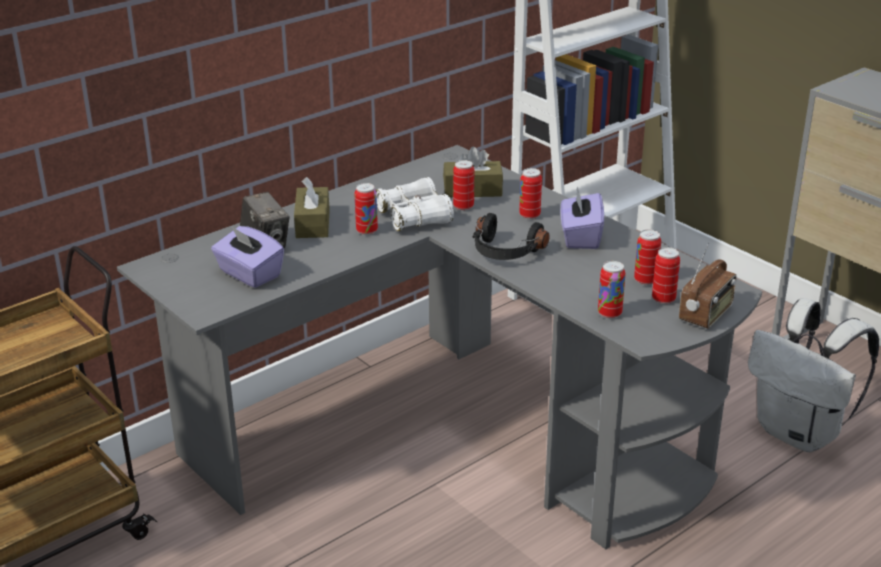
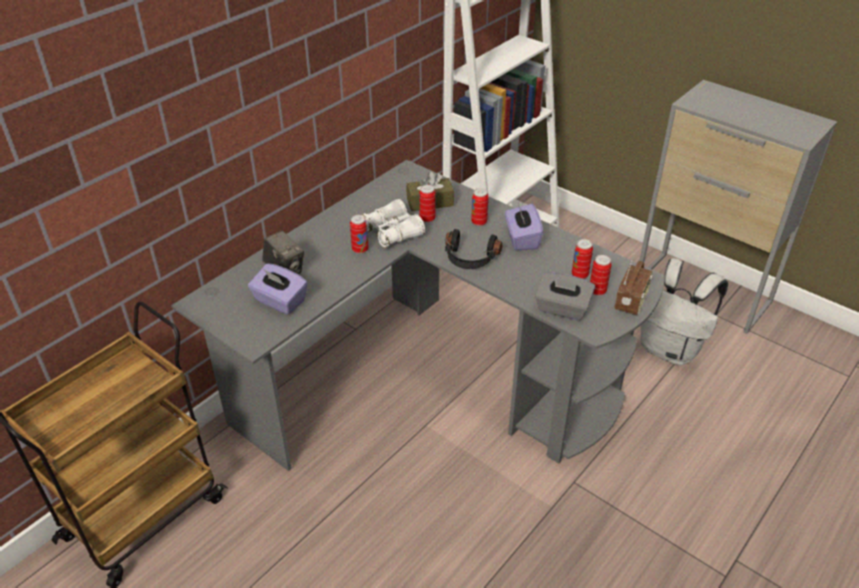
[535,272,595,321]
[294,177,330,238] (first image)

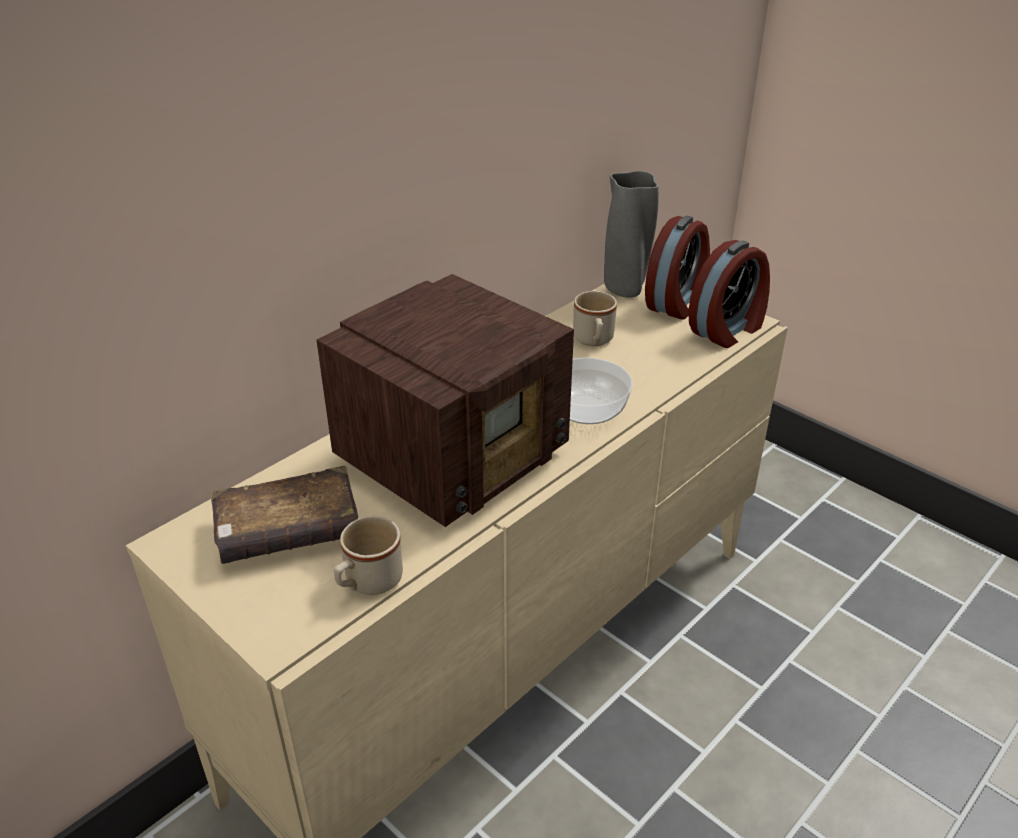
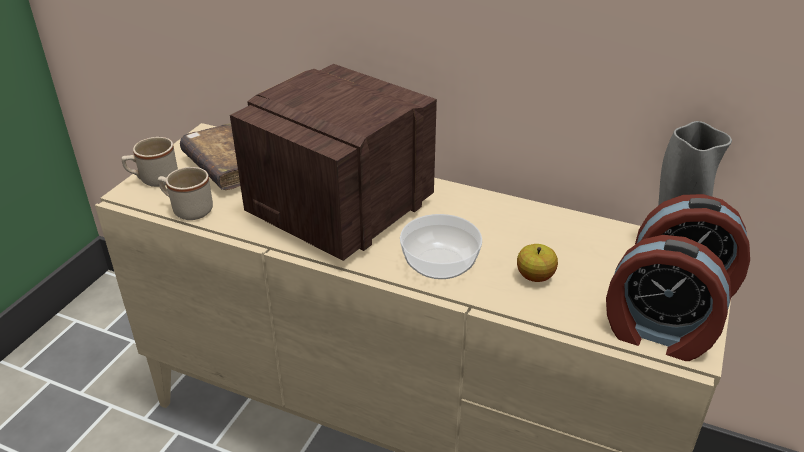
[121,137,178,187]
[230,64,437,261]
[517,244,558,282]

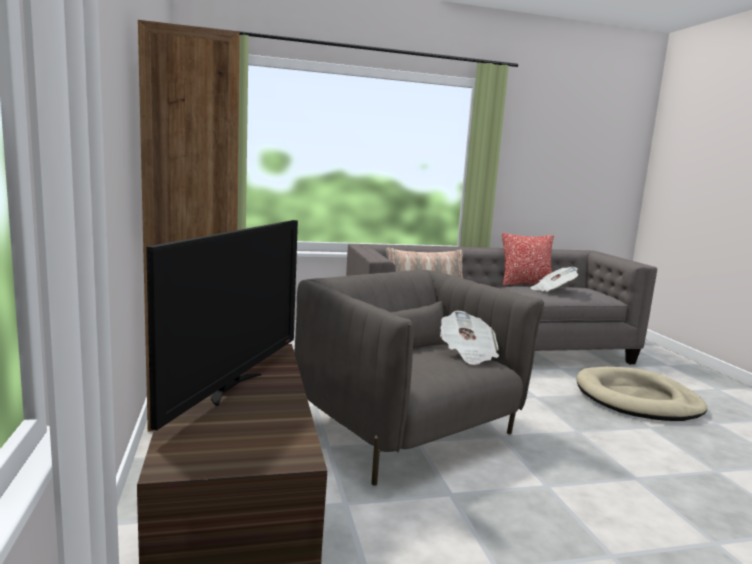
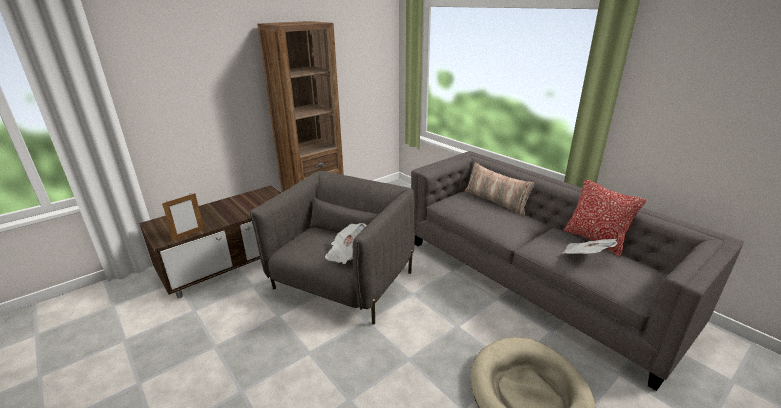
[162,193,204,241]
[146,220,298,430] (first image)

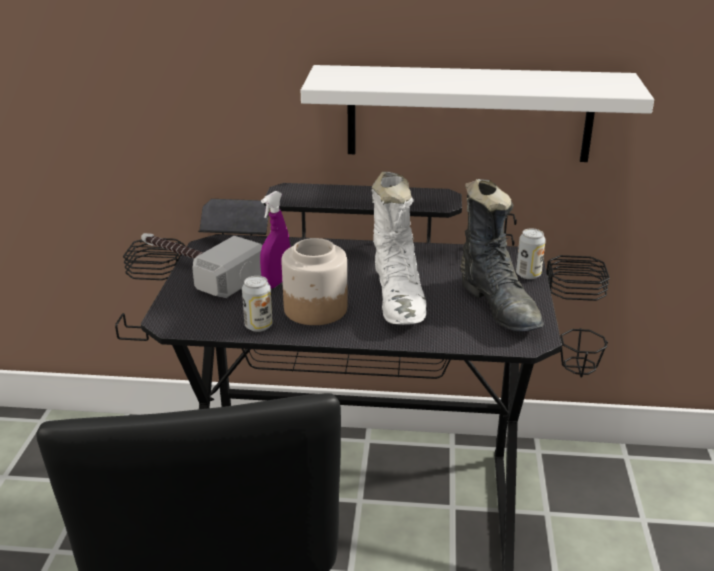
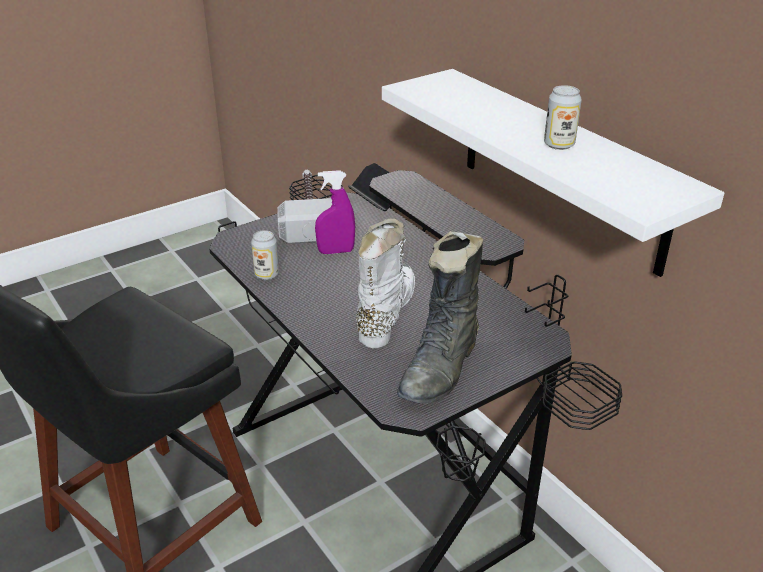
[356,219,415,348]
[544,85,582,150]
[282,238,347,325] (first image)

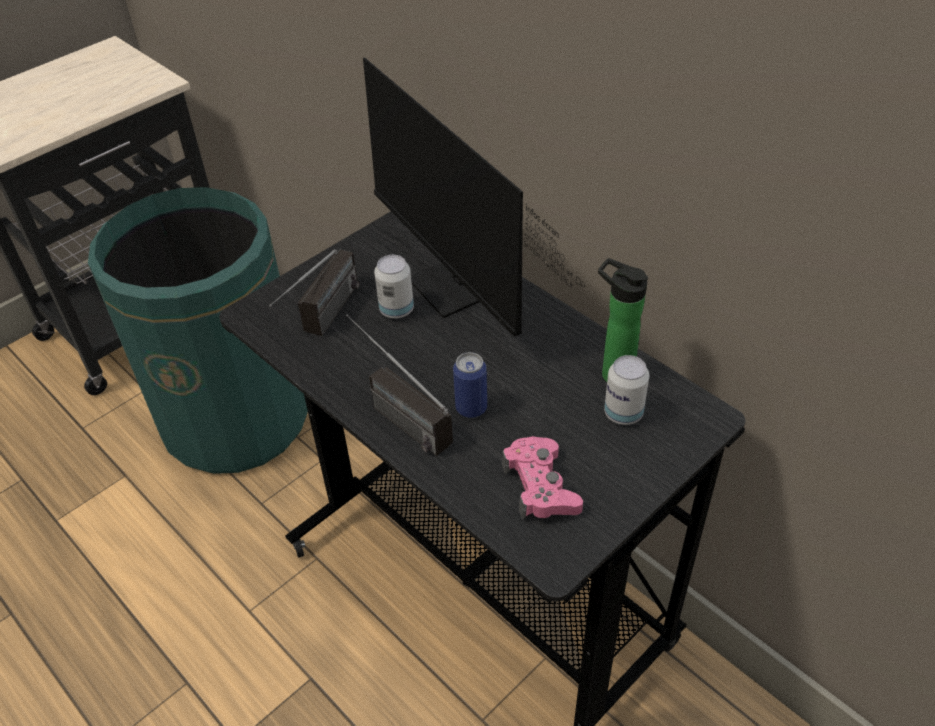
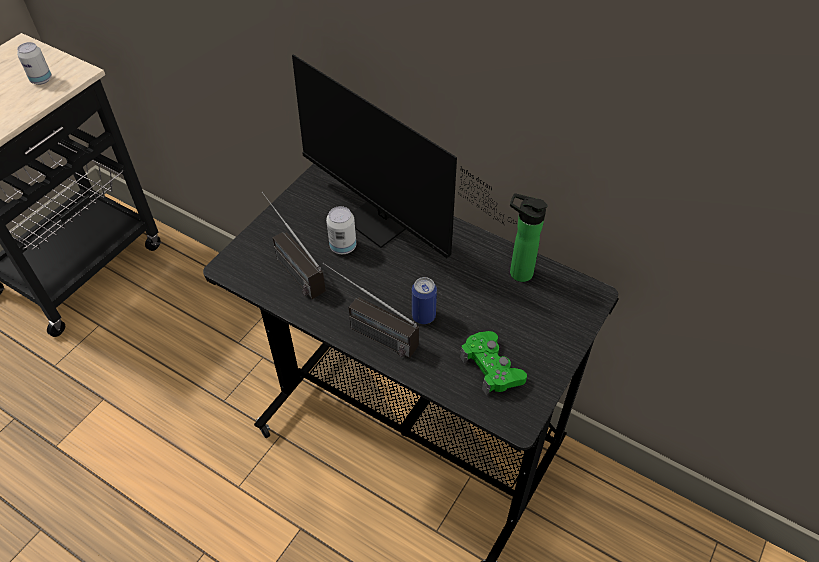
[17,42,52,85]
[261,192,326,299]
[460,331,527,395]
[88,187,308,474] (first image)

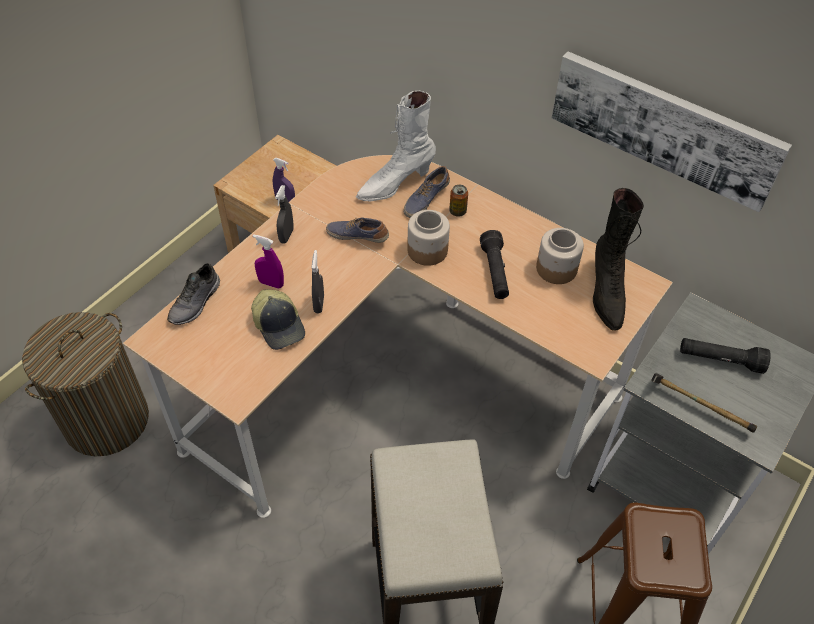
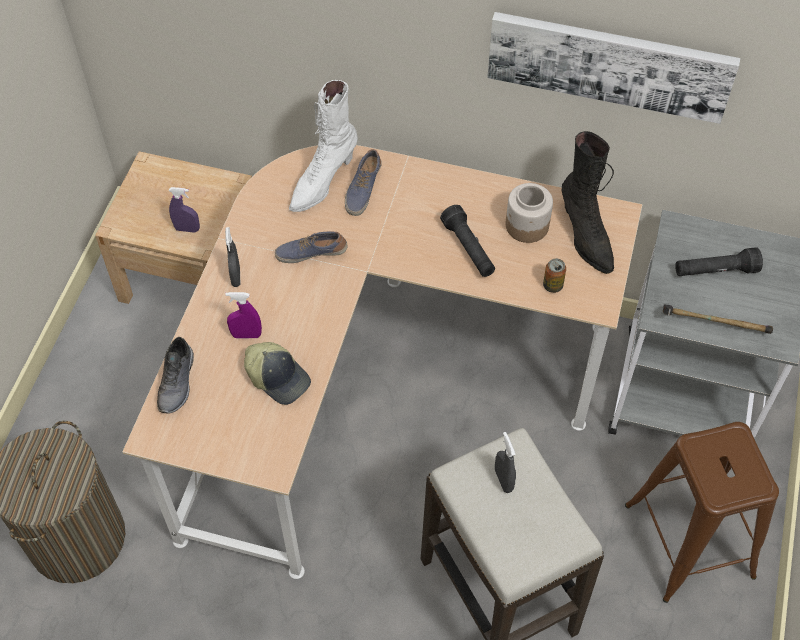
[495,432,516,493]
[543,258,566,293]
[407,210,450,266] (first image)

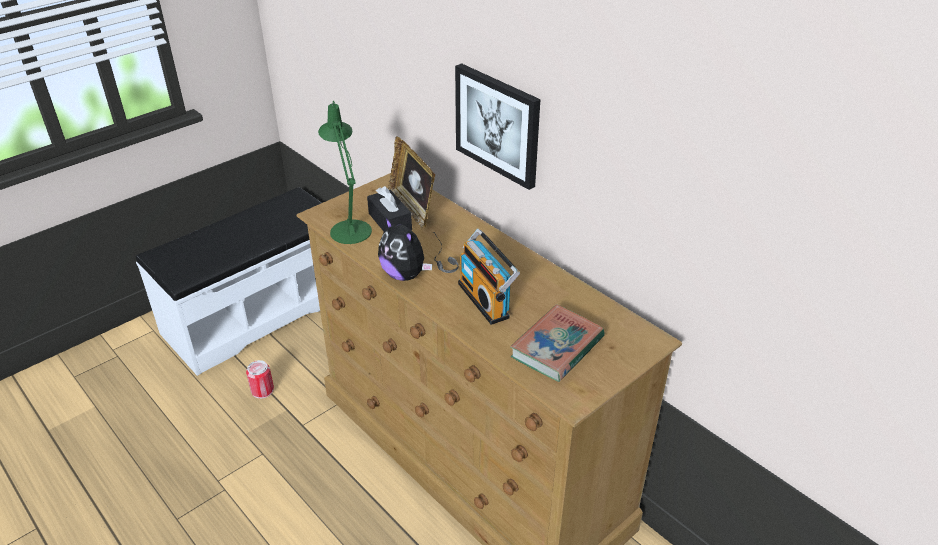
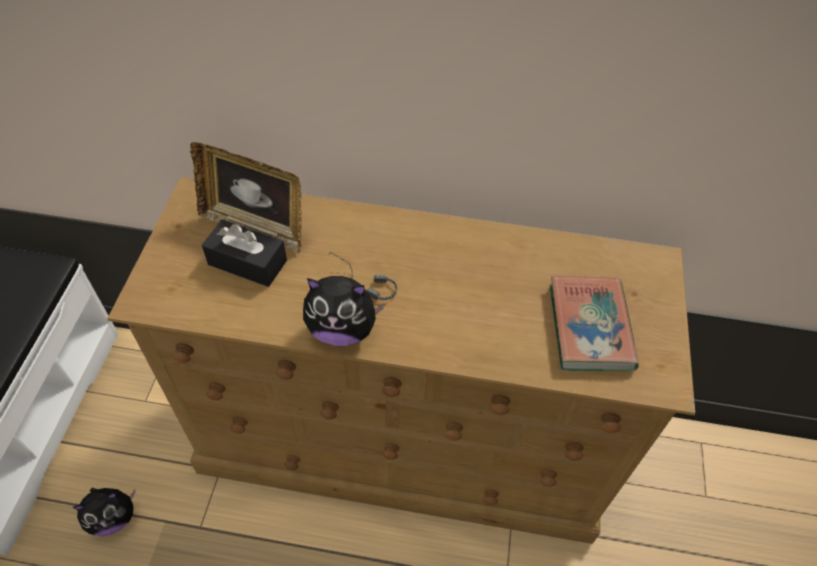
[73,487,136,536]
[318,101,372,244] (first image)
[455,63,540,190] (first image)
[458,229,520,325] (first image)

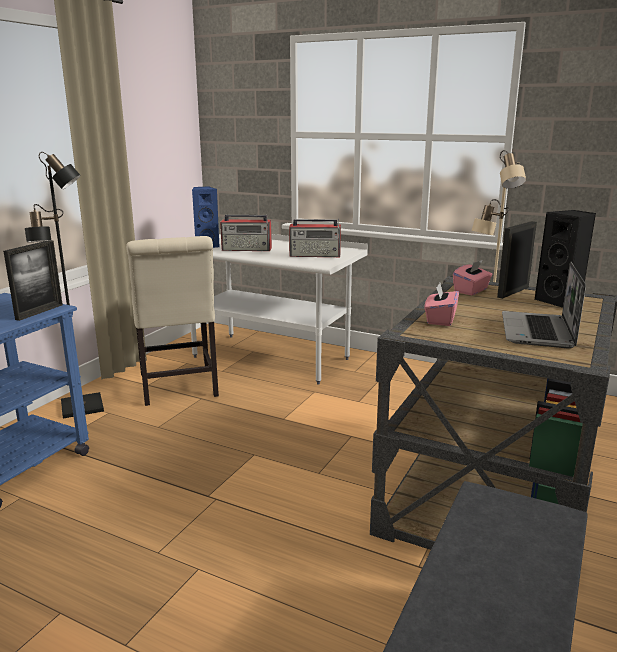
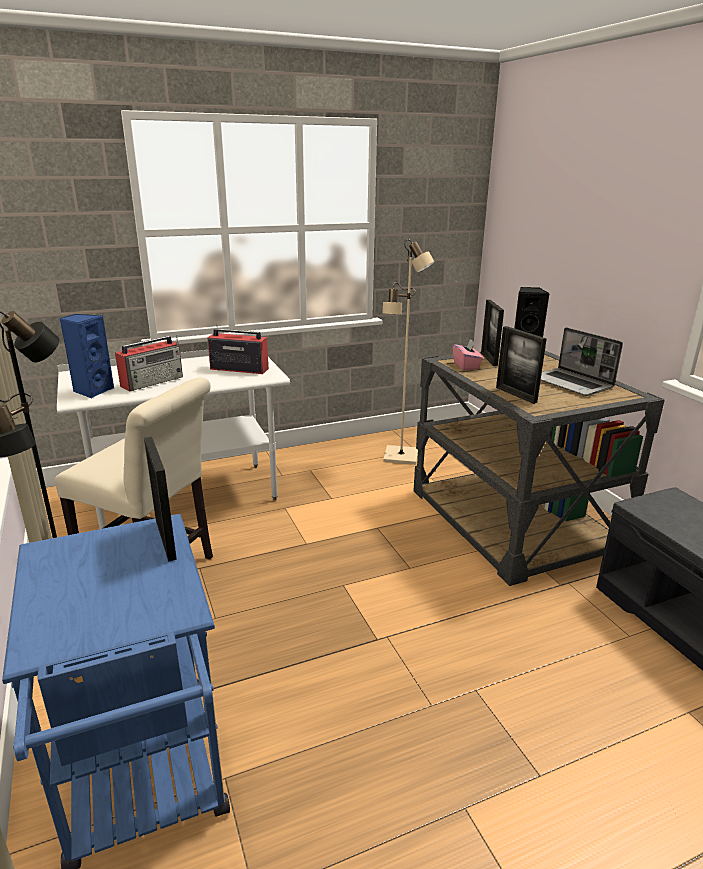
[207,324,269,374]
[496,326,547,404]

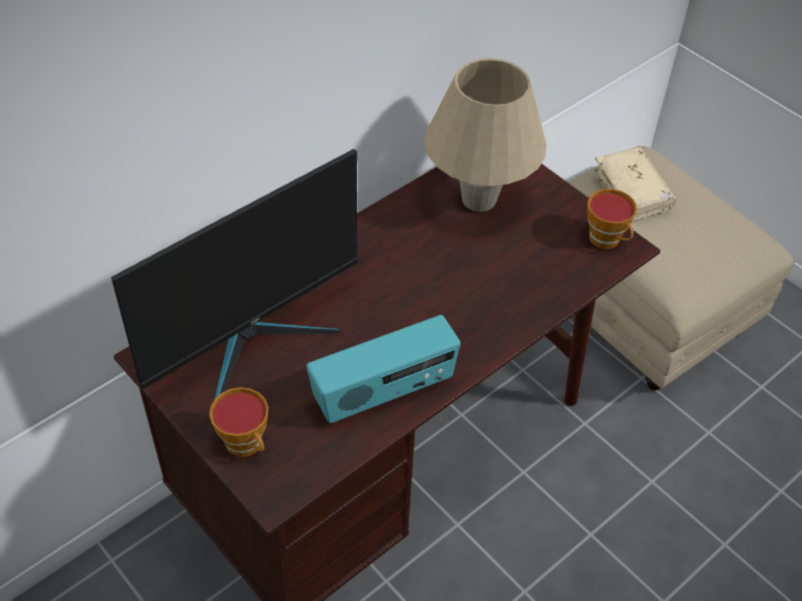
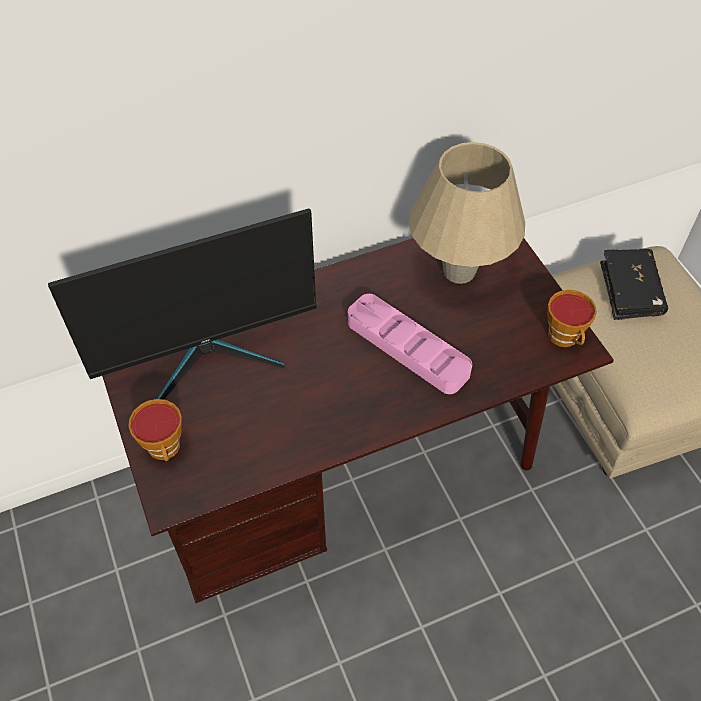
[348,294,472,394]
[600,249,668,320]
[306,315,461,423] (first image)

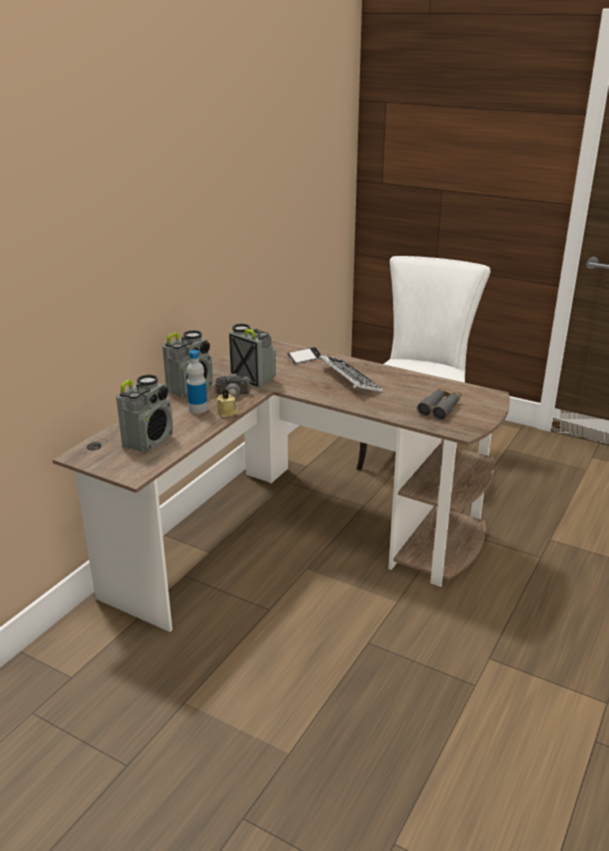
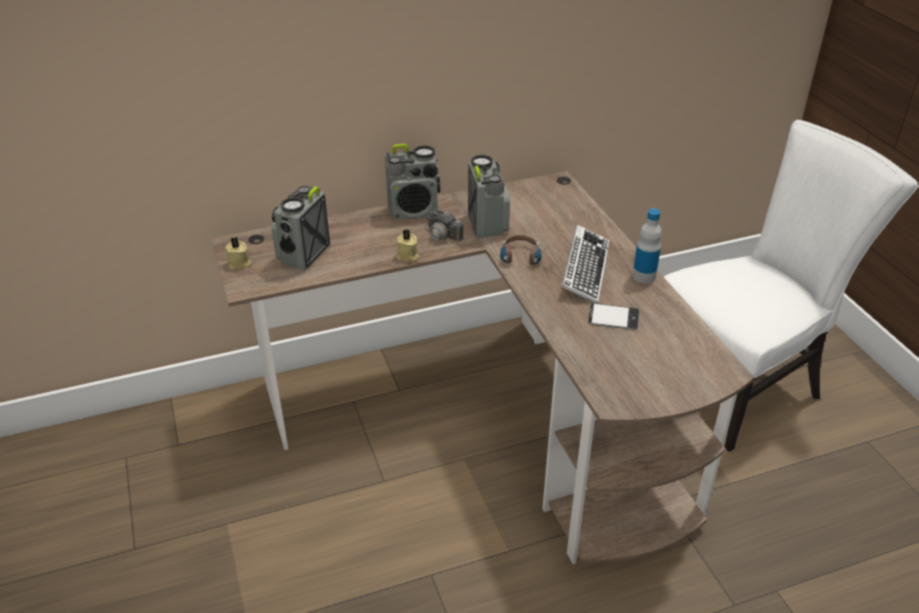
[225,237,252,269]
[271,186,330,271]
[500,235,541,265]
[588,303,639,330]
[633,208,662,283]
[417,387,462,420] (first image)

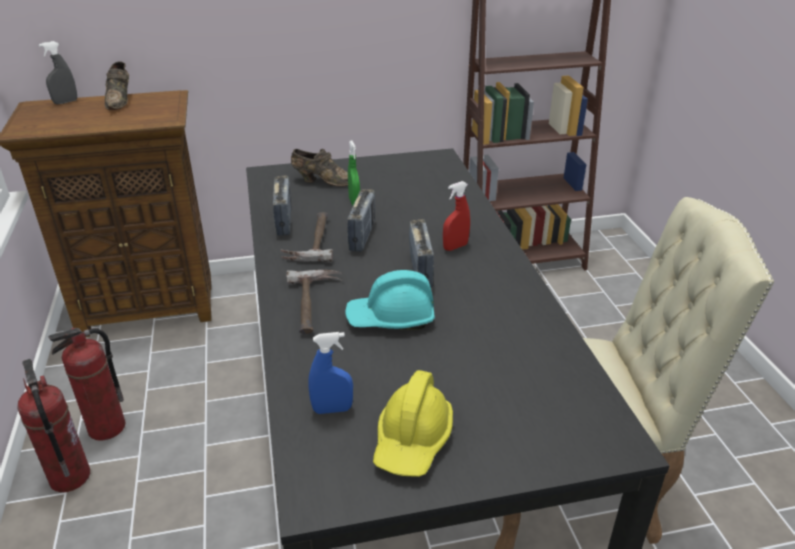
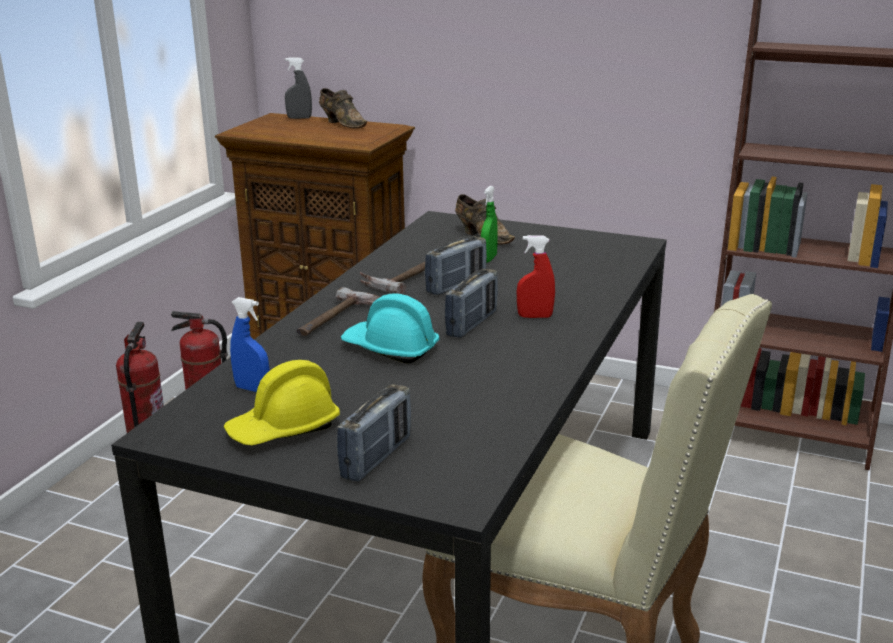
[319,88,367,128]
[337,384,411,482]

